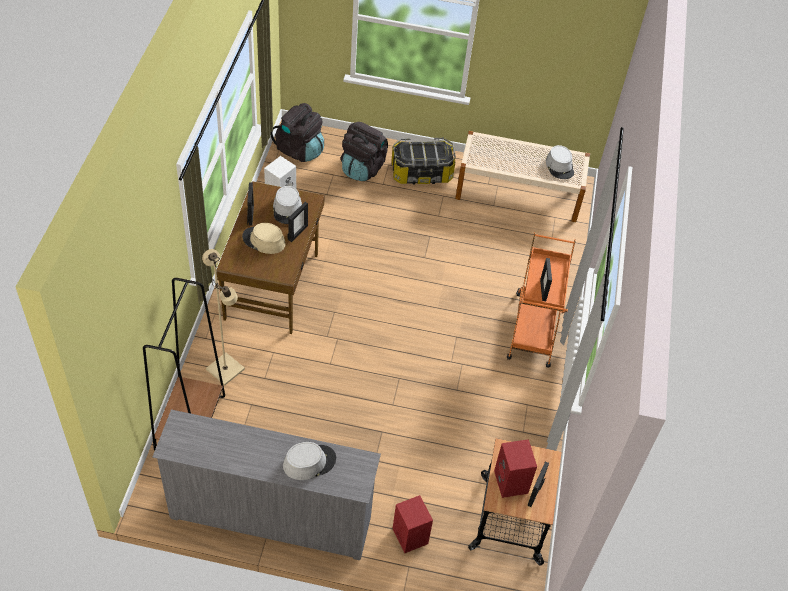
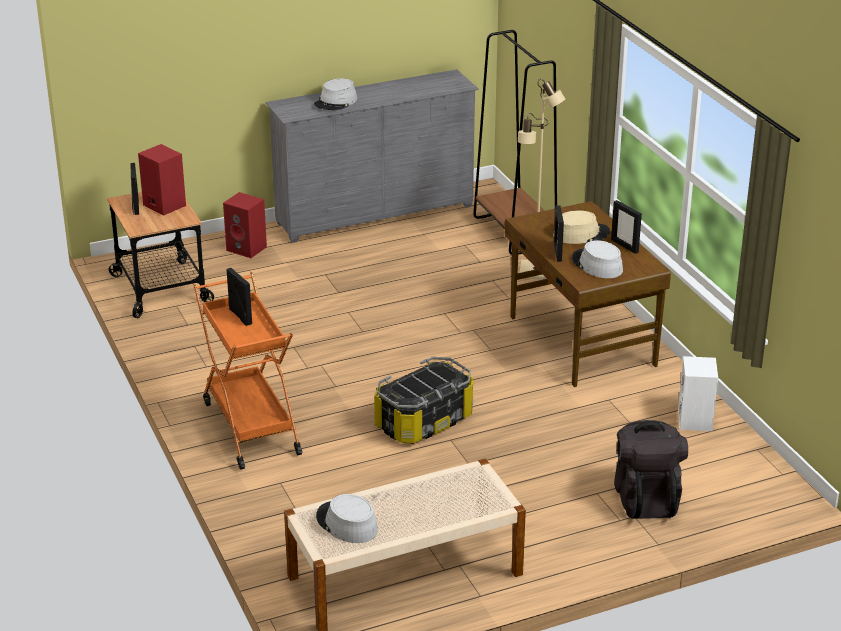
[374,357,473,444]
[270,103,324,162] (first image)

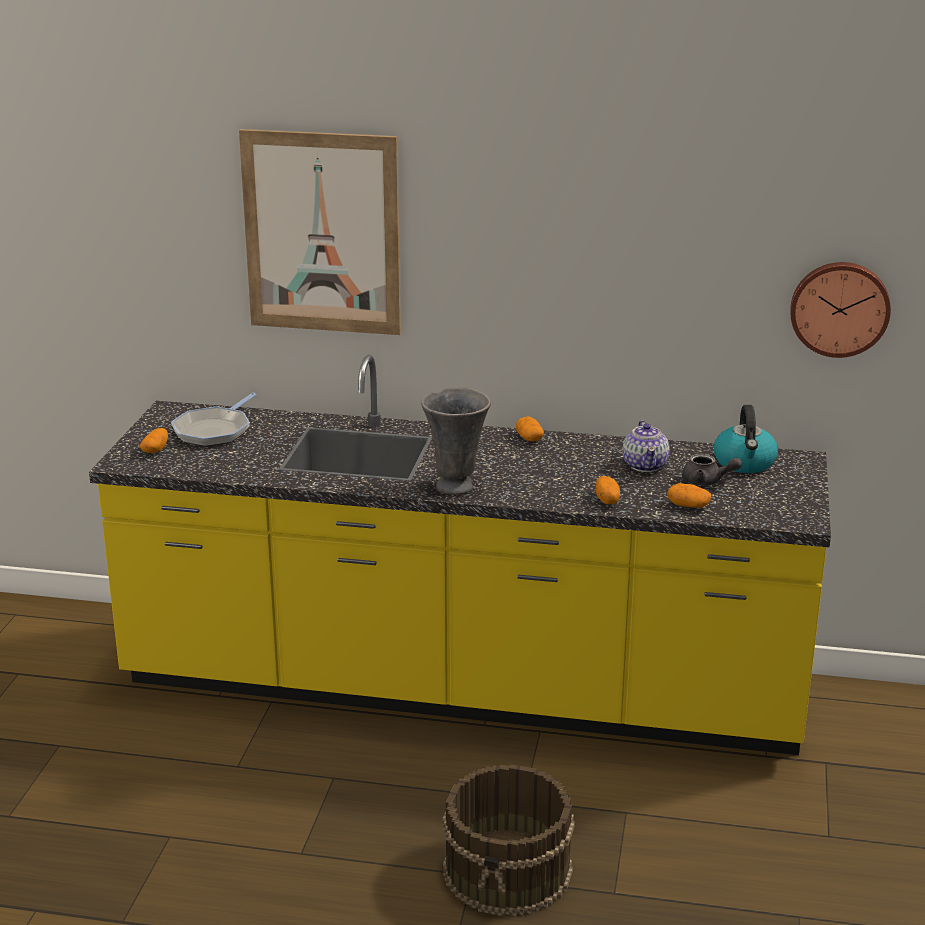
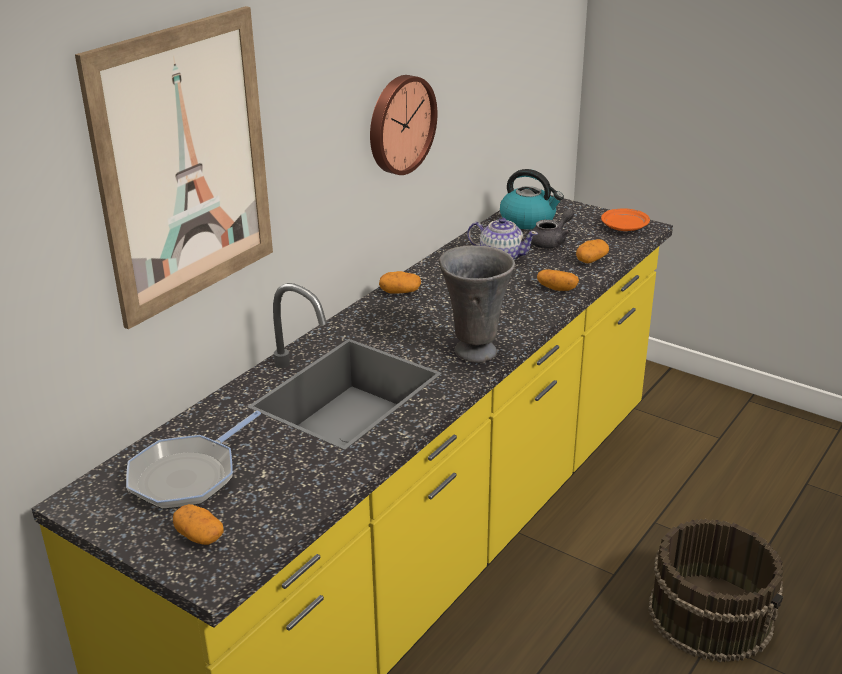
[126,411,261,509]
[370,75,437,175]
[601,209,650,231]

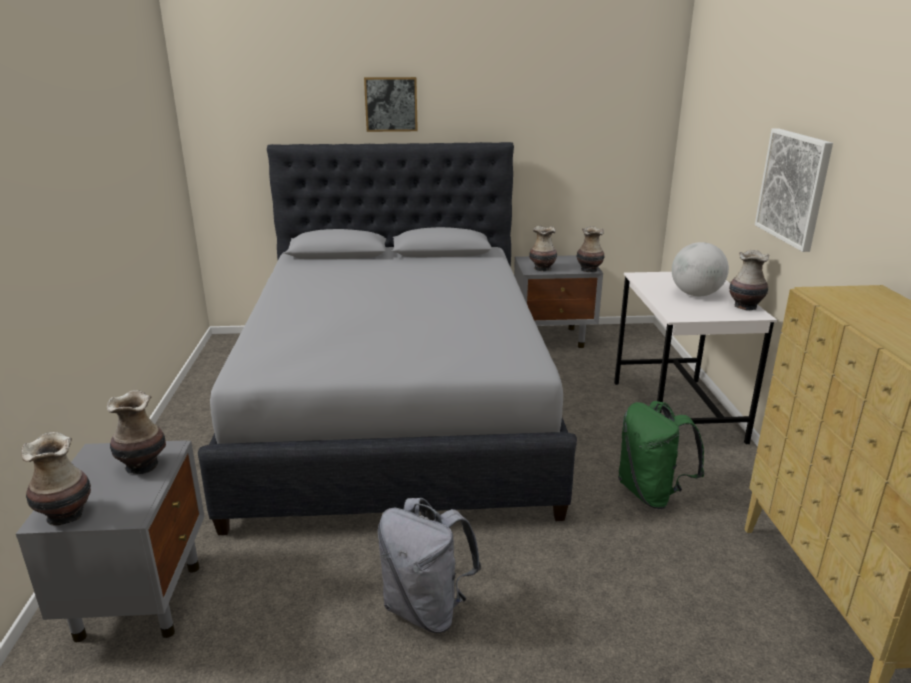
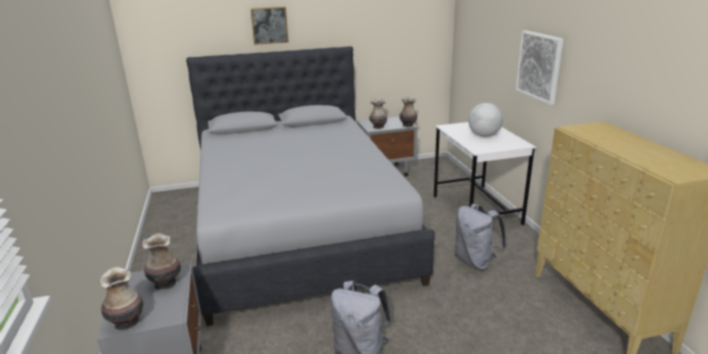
[455,204,507,270]
[729,250,769,310] (first image)

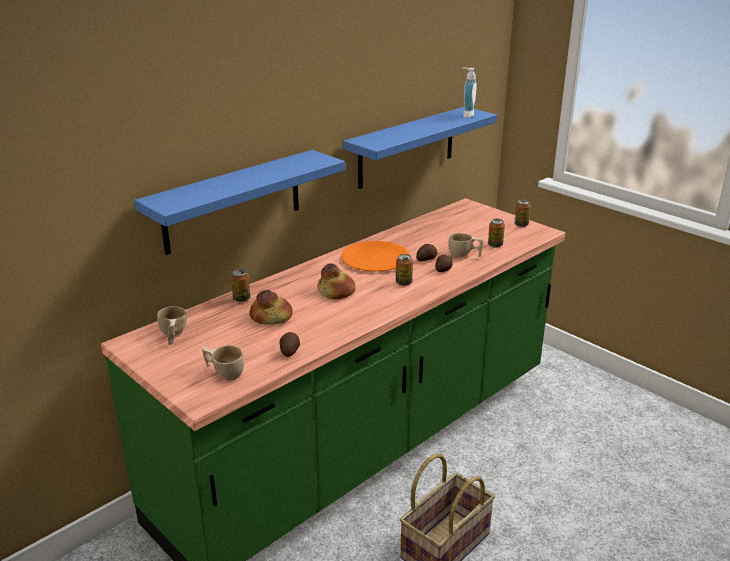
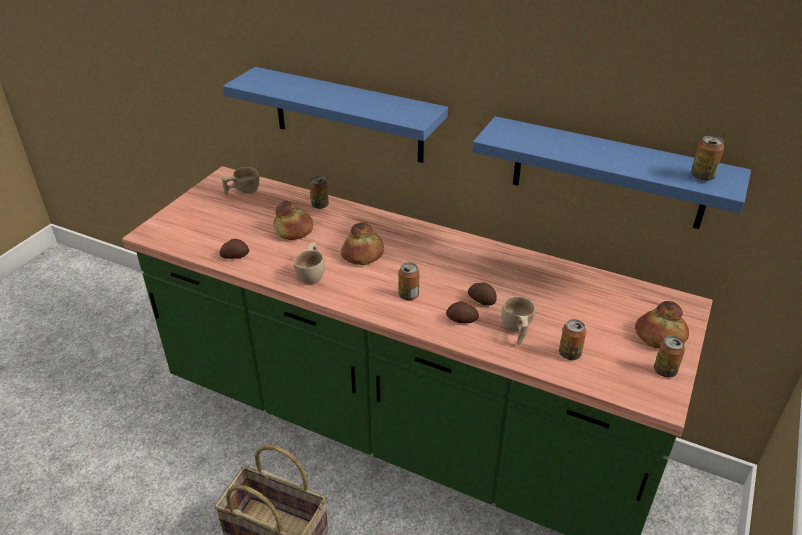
[294,242,325,284]
[635,301,689,348]
[691,136,724,181]
[341,241,410,272] (first image)

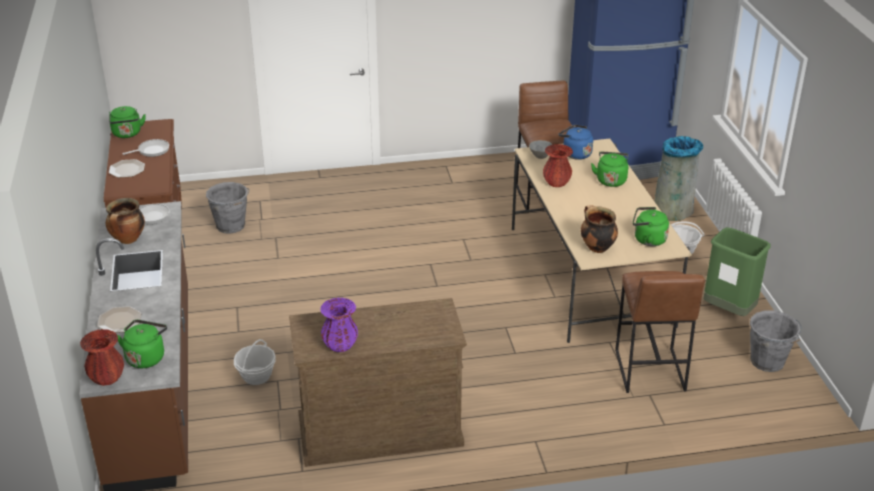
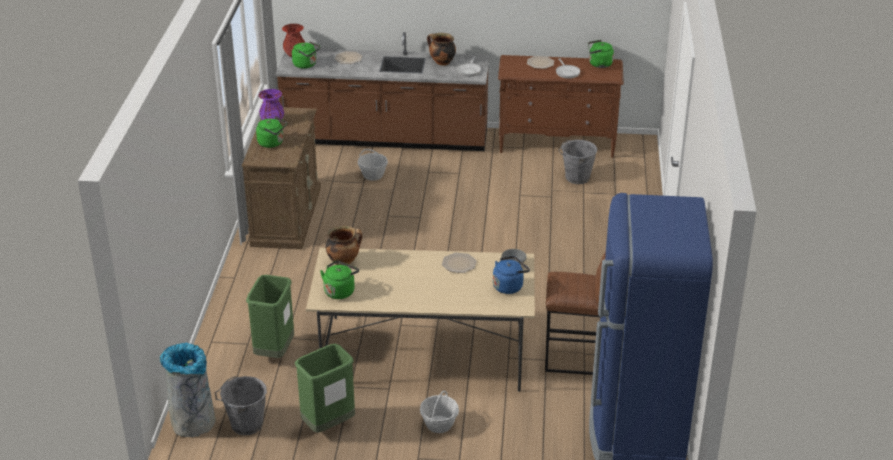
[160,343,216,437]
[246,275,294,358]
[256,117,287,148]
[442,253,476,273]

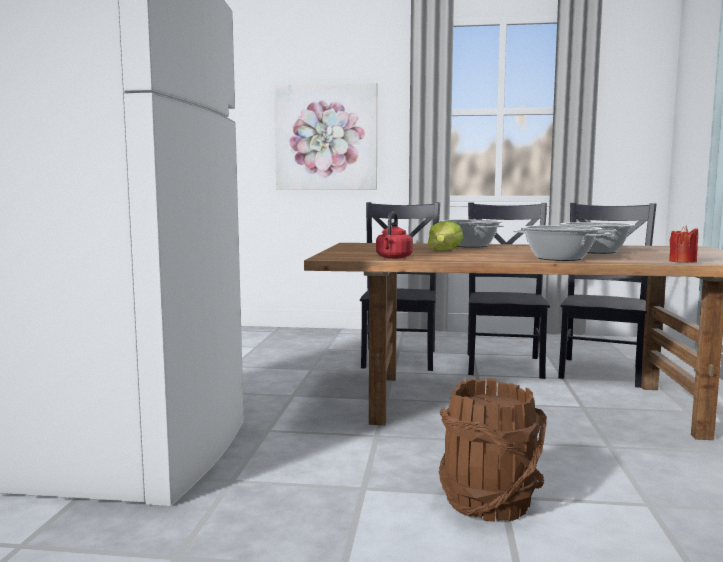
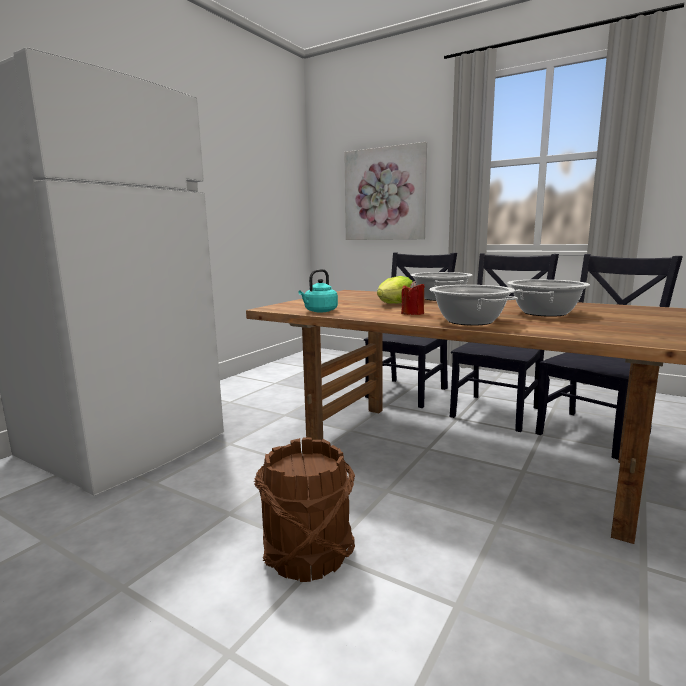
[298,269,338,312]
[401,281,425,315]

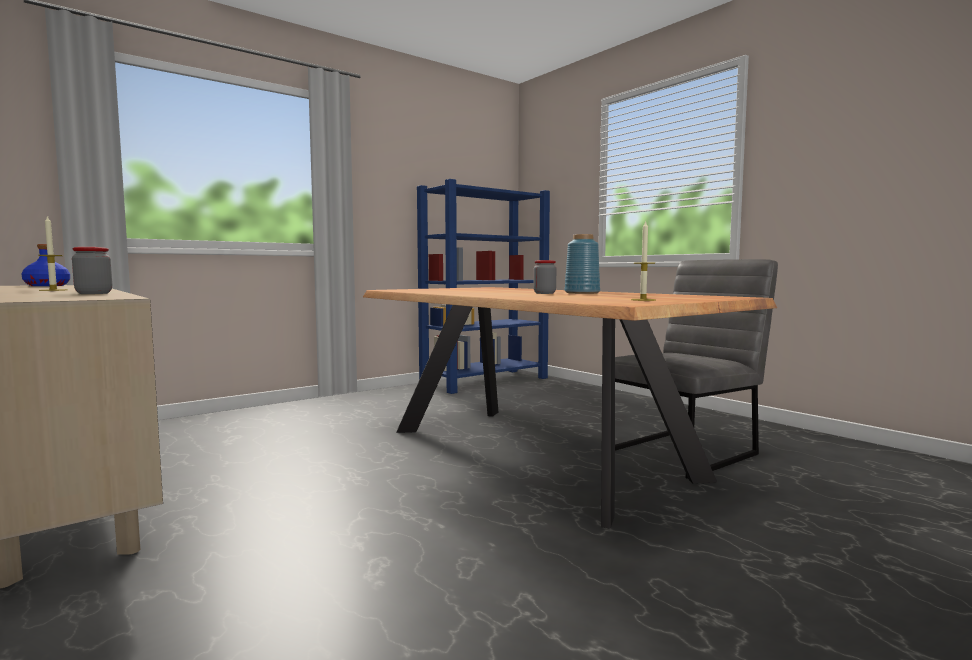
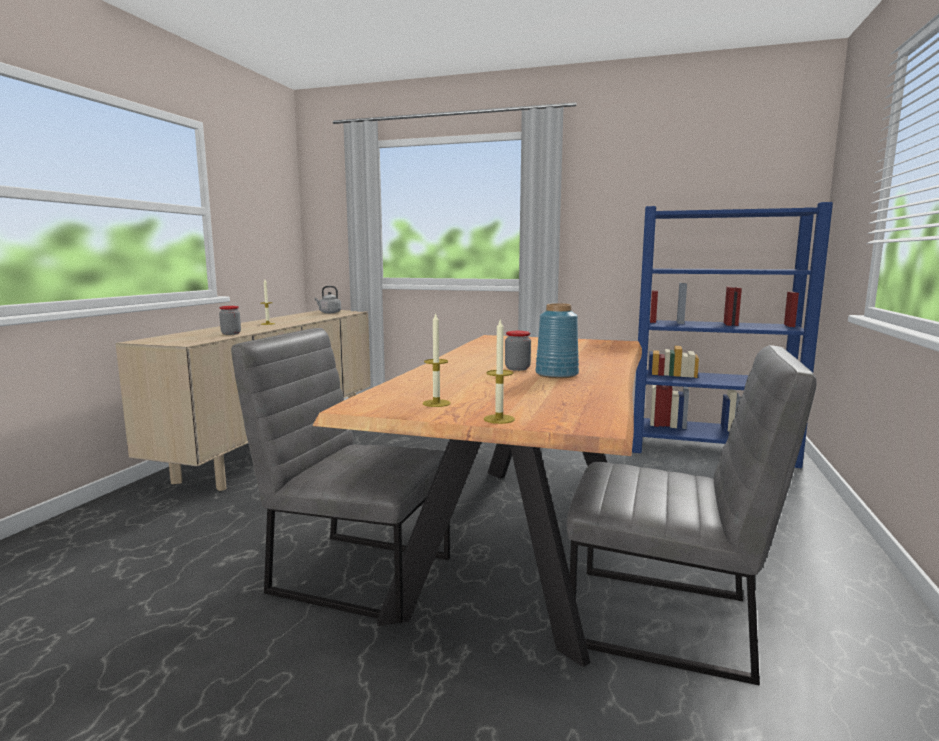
[231,328,450,624]
[315,286,341,313]
[484,320,515,424]

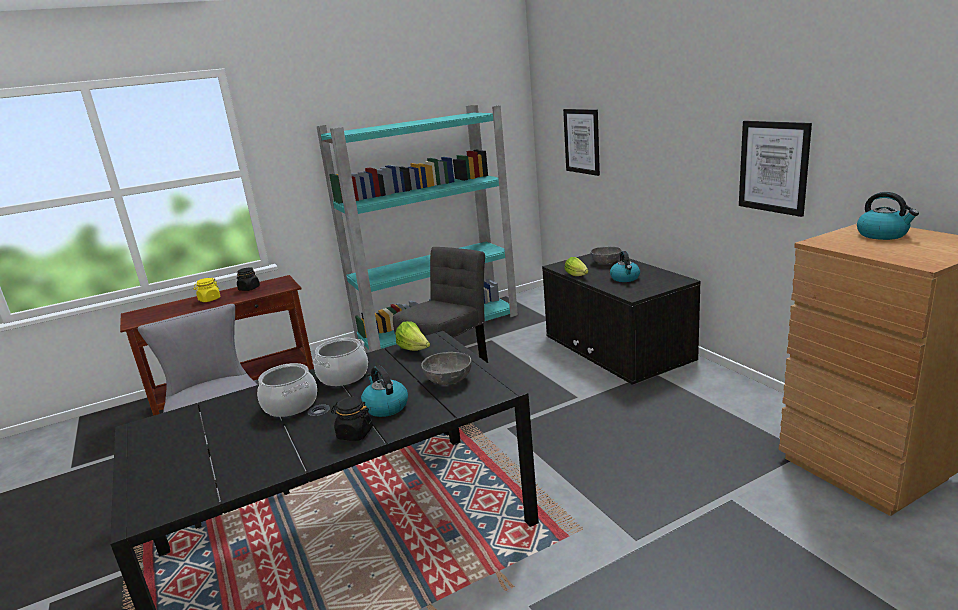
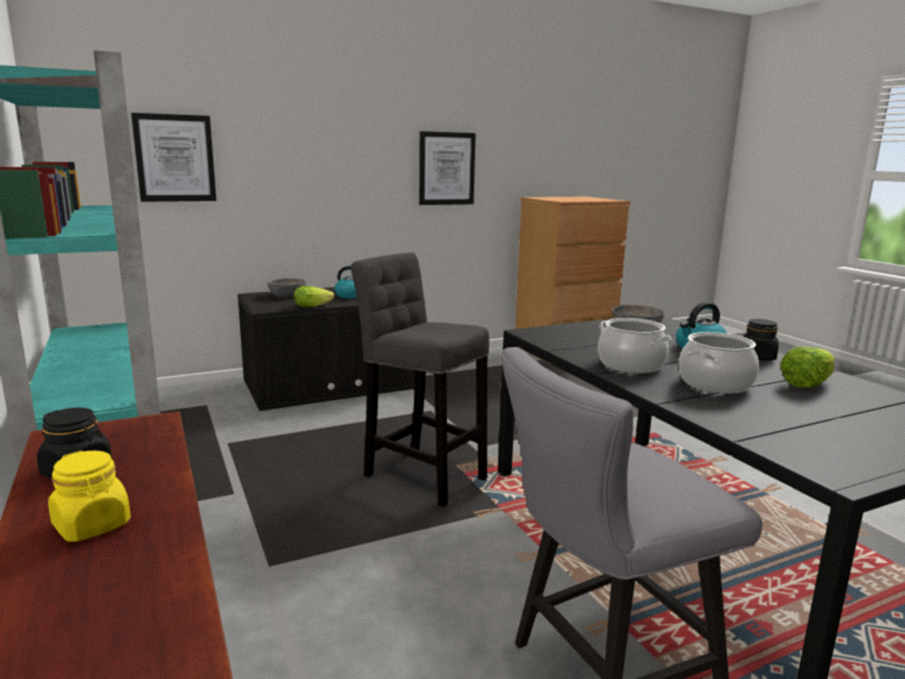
[780,346,834,388]
[857,192,919,240] (first image)

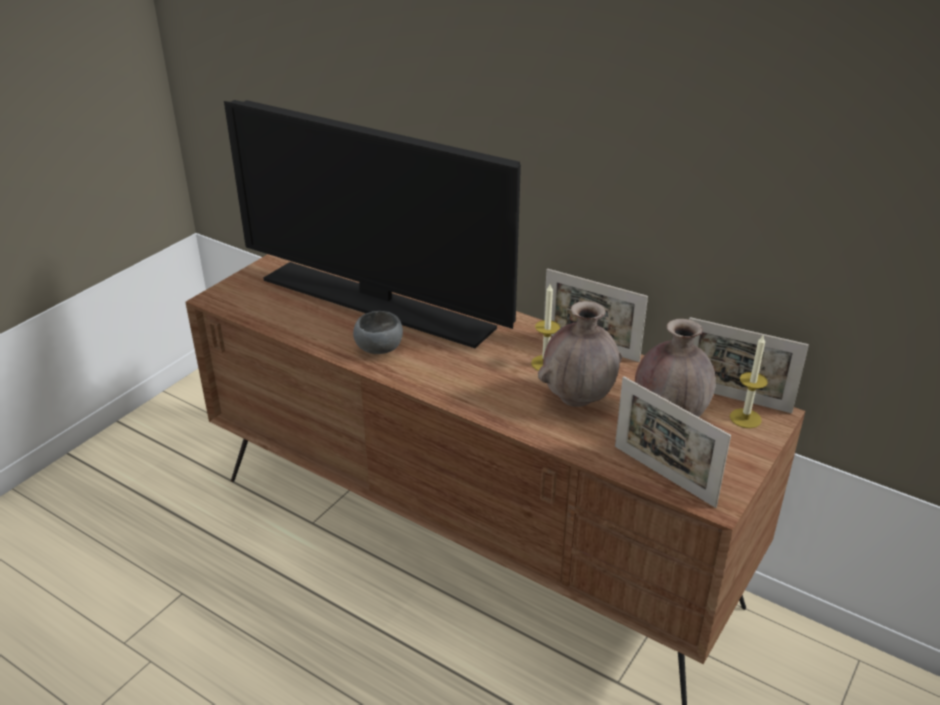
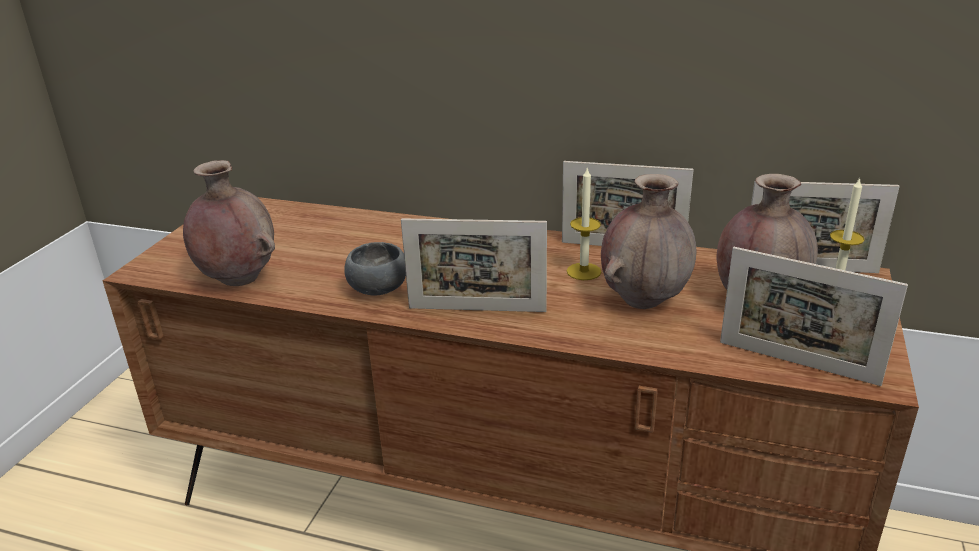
[183,160,275,286]
[401,218,547,312]
[224,100,521,348] (first image)

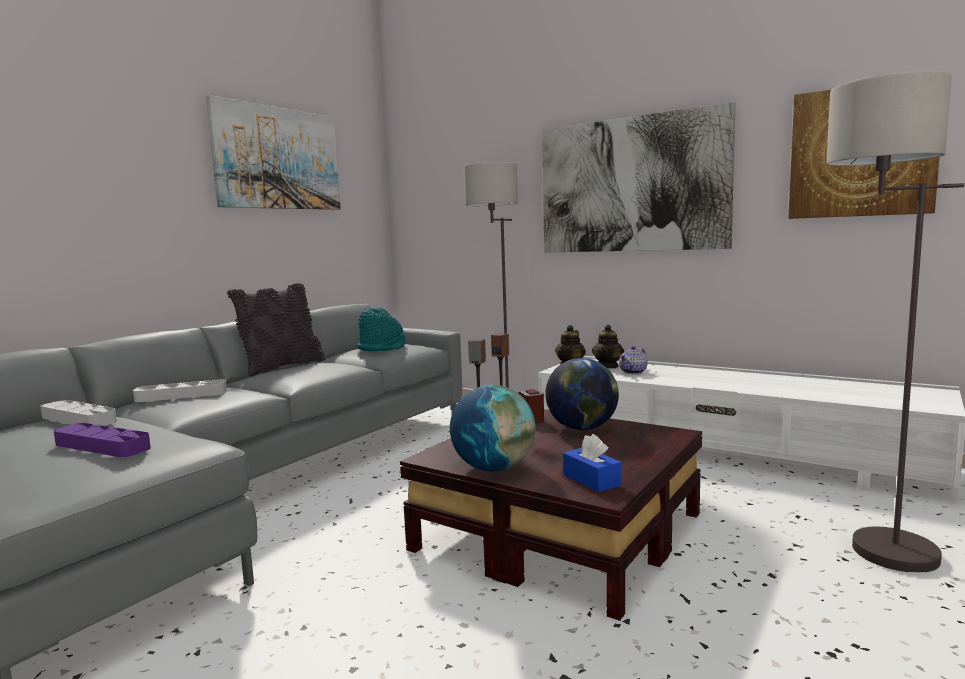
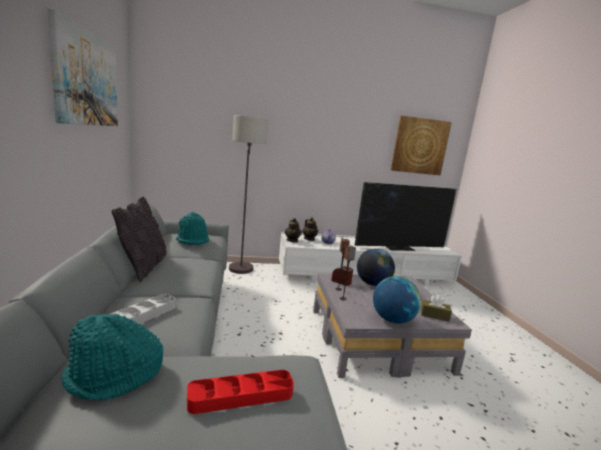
[62,314,163,401]
[187,370,294,414]
[313,273,472,378]
[355,182,457,251]
[421,294,452,322]
[542,102,735,253] (first image)
[827,71,965,572] (first image)

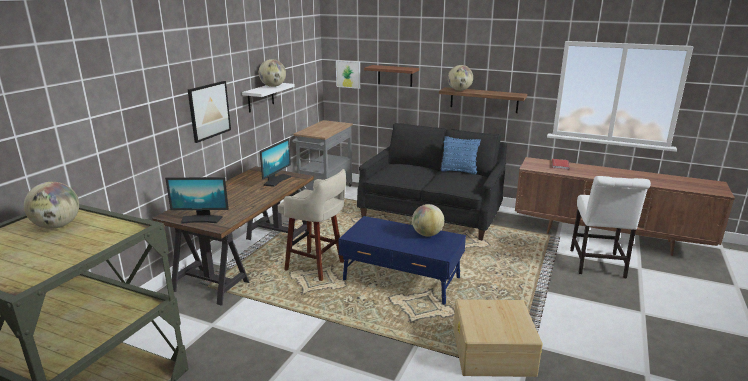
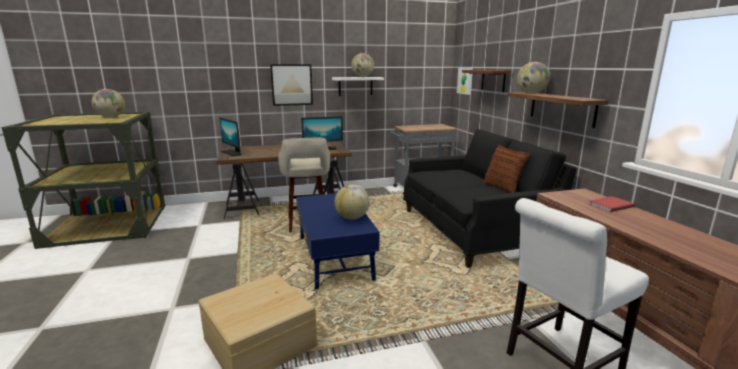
[484,145,530,193]

